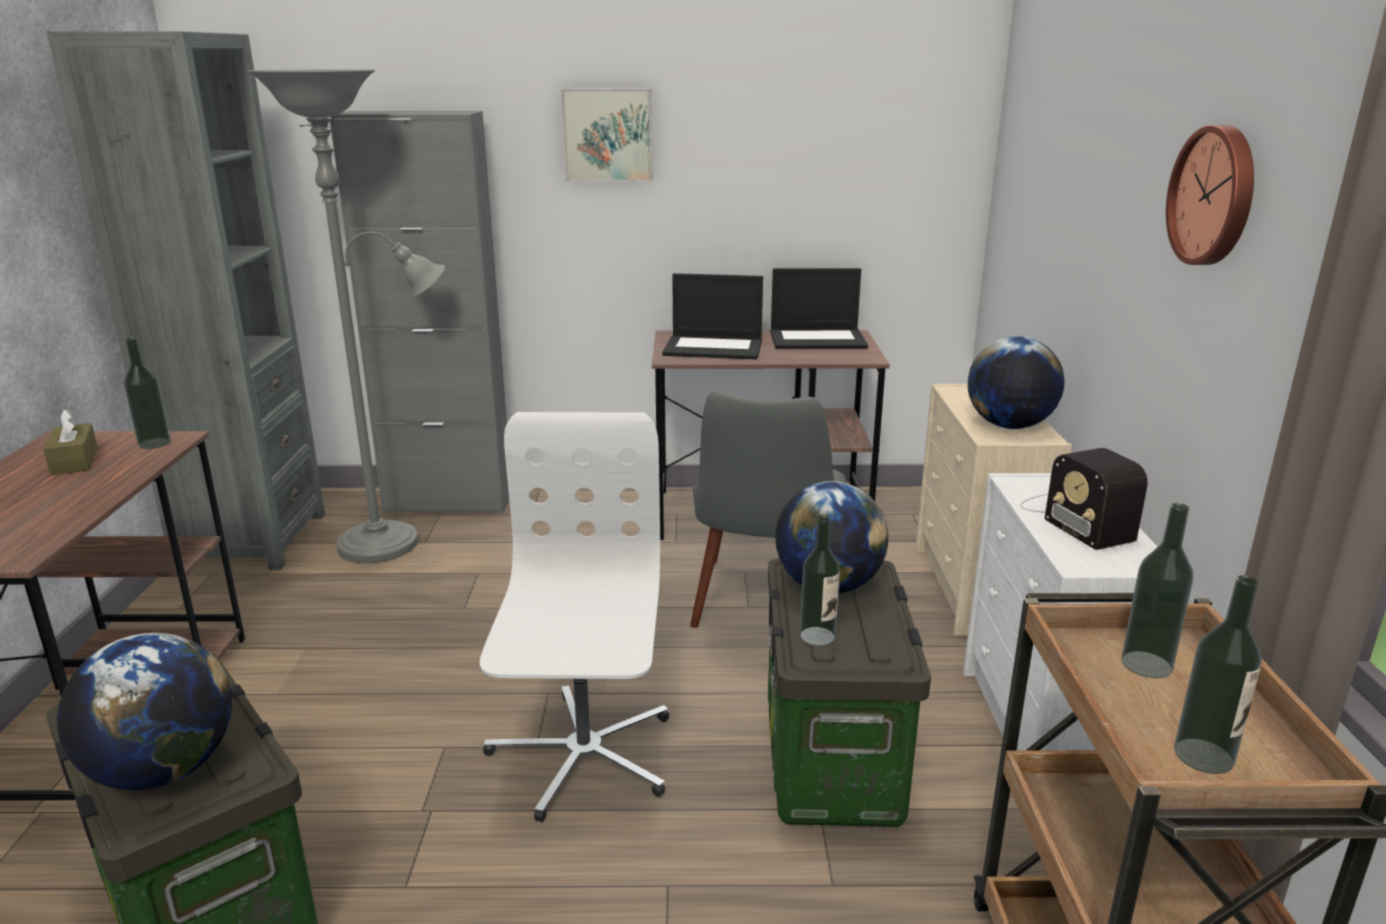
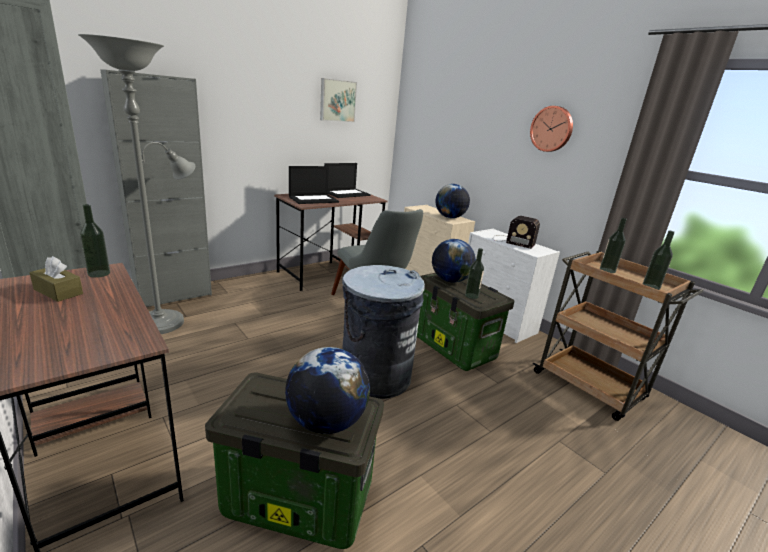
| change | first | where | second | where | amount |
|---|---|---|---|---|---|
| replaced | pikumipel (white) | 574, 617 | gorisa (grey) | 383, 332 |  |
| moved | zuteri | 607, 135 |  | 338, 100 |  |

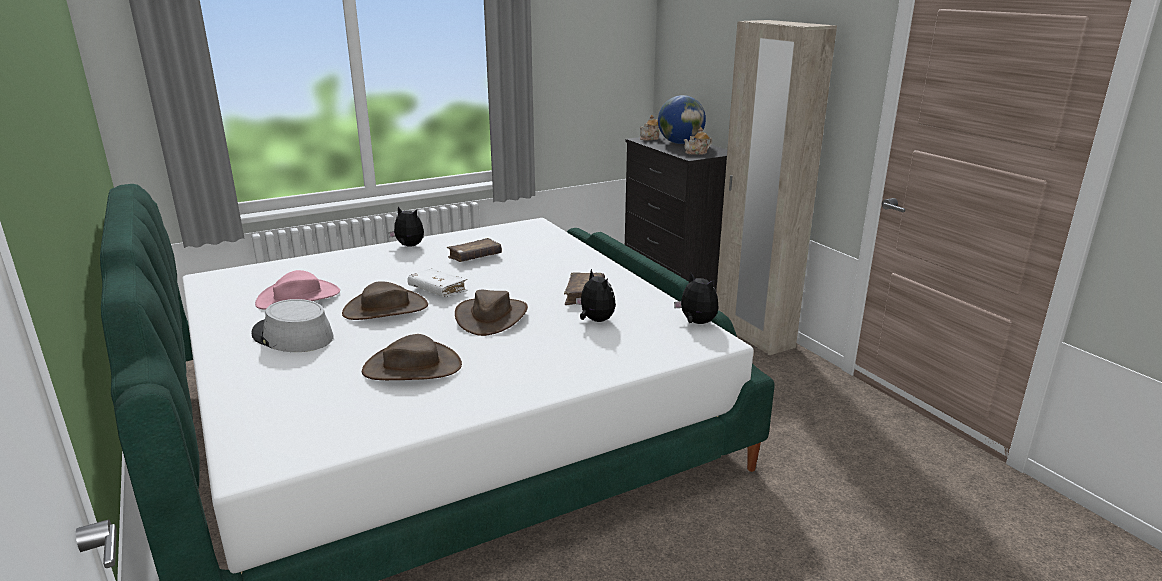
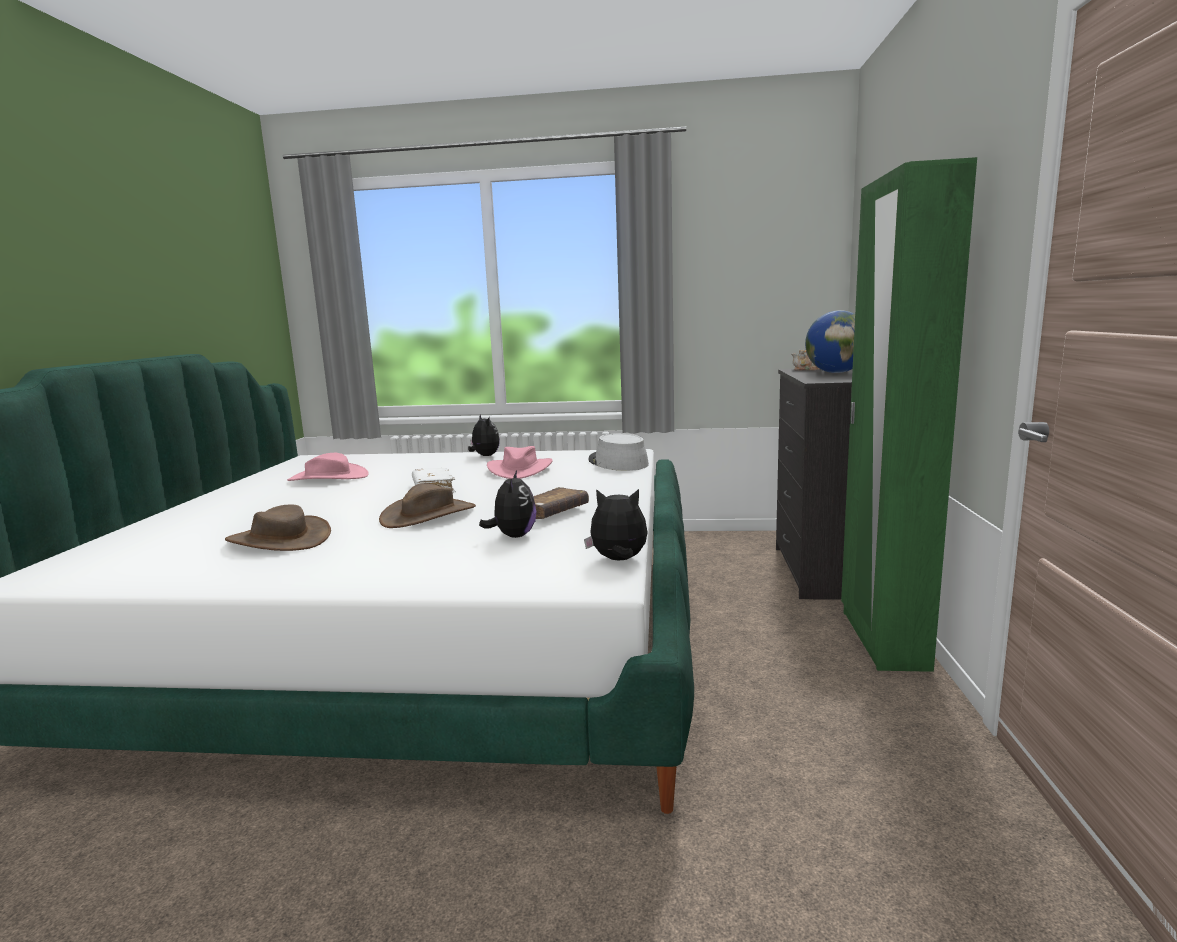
| change | first | where | second | where | amount |
|---|---|---|---|---|---|
| moved | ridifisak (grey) | 292, 325 |  | 618, 452 |  |
| removed | ridifisak (brown) | 385, 300 |  |  |  |
| replaced | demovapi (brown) | 474, 250 | ridifisak (pink) | 520, 462 |  |
| turned | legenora | 696, 298 |  | 616, 524 | 75 degrees counterclockwise |
| removed | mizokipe | 698, 141 |  |  |  |
| recoloured | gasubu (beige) | 776, 187 | gasubu (green) | 909, 414 |  |

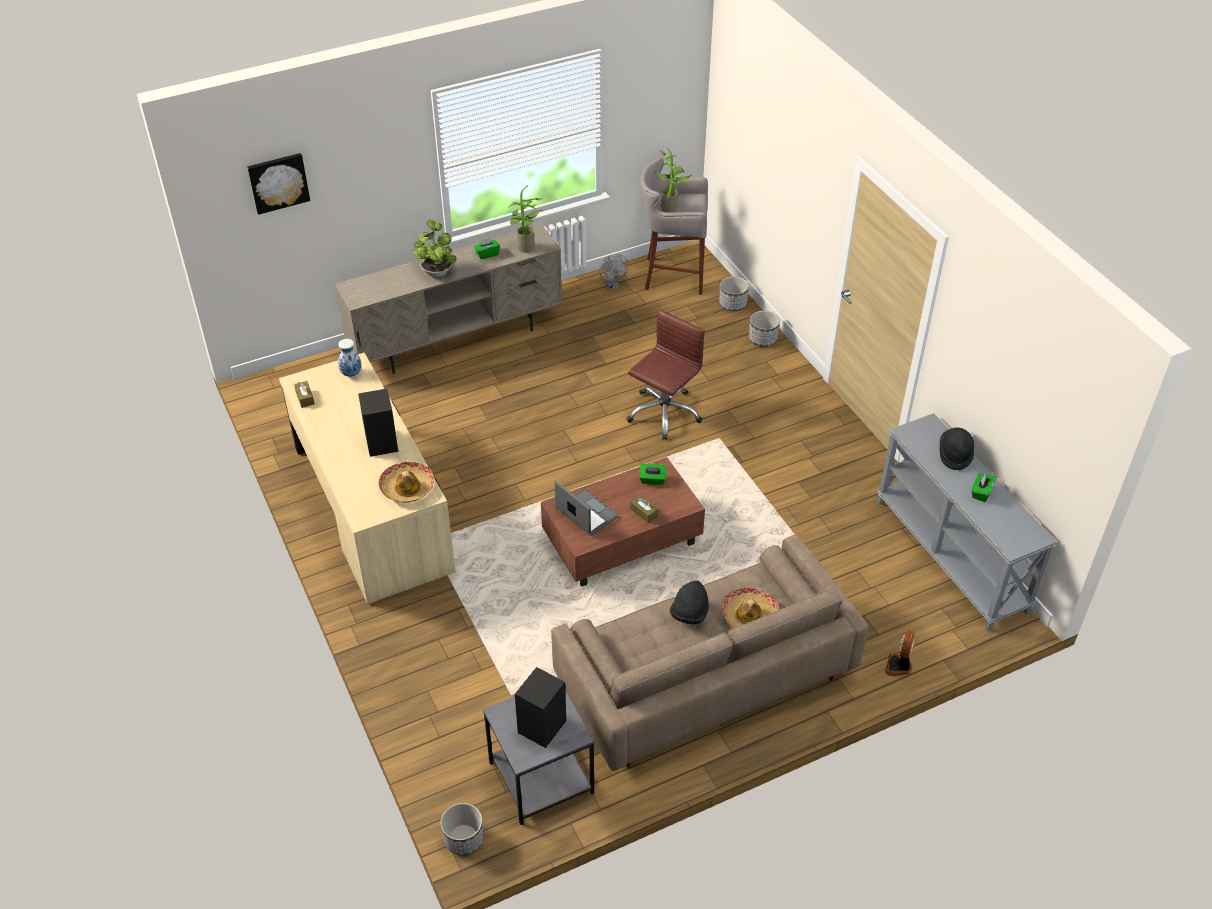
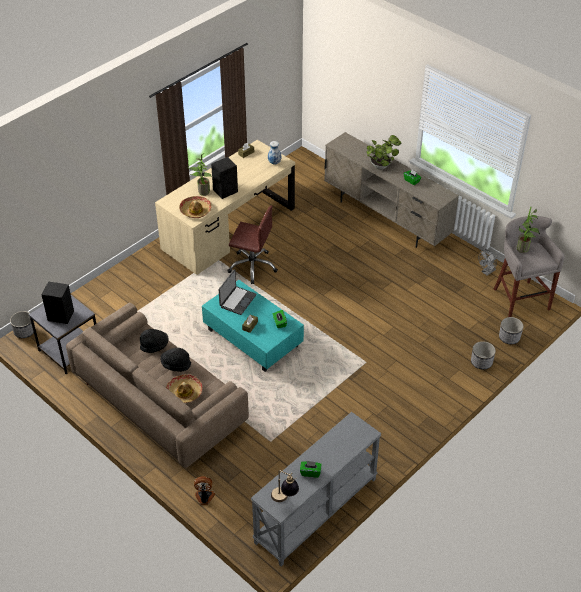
| change | first | where | second | where | amount |
|---|---|---|---|---|---|
| removed | zuteri | 278, 184 |  |  |  |
| moved | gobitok | 527, 219 |  | 200, 174 |  |
| recoloured | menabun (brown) | 623, 522 | menabun (turquoise) | 253, 326 |  |
| moved | pikumipel (brown) | 665, 374 |  | 252, 245 |  |
| moved | ridifisak (black) | 957, 449 |  | 154, 341 |  |
| added |  |  | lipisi | 285, 486 |  |

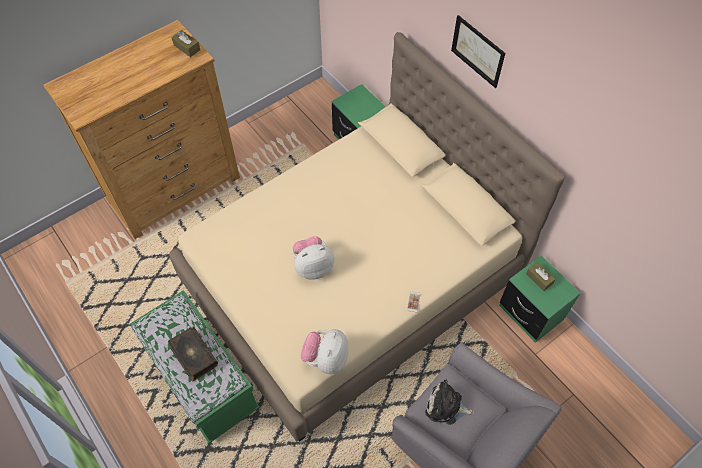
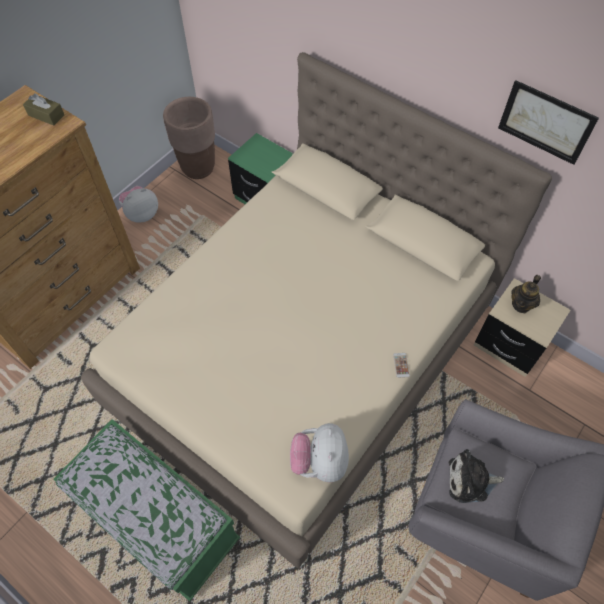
| change | first | where | second | where | amount |
|---|---|---|---|---|---|
| removed | demovapi | 193, 354 |  |  |  |
| moved | legenora | 313, 258 |  | 138, 204 |  |
| moved | zuteri | 478, 51 |  | 548, 122 |  |
| recoloured | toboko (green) | 540, 299 | toboko (beige) | 522, 327 |  |
| replaced | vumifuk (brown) | 541, 276 | mizokipe | 526, 294 |  |
| added |  |  | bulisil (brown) | 189, 138 |  |

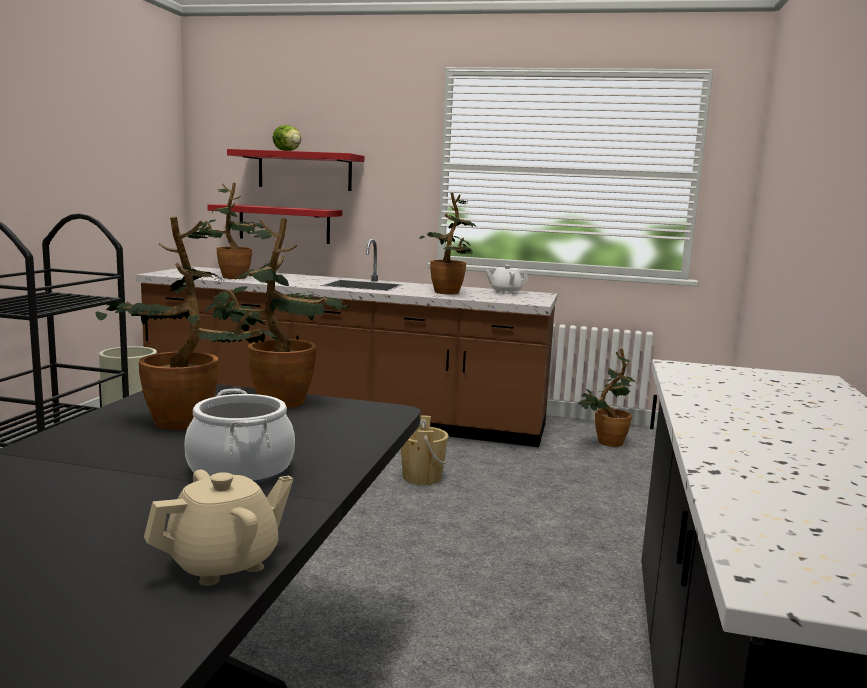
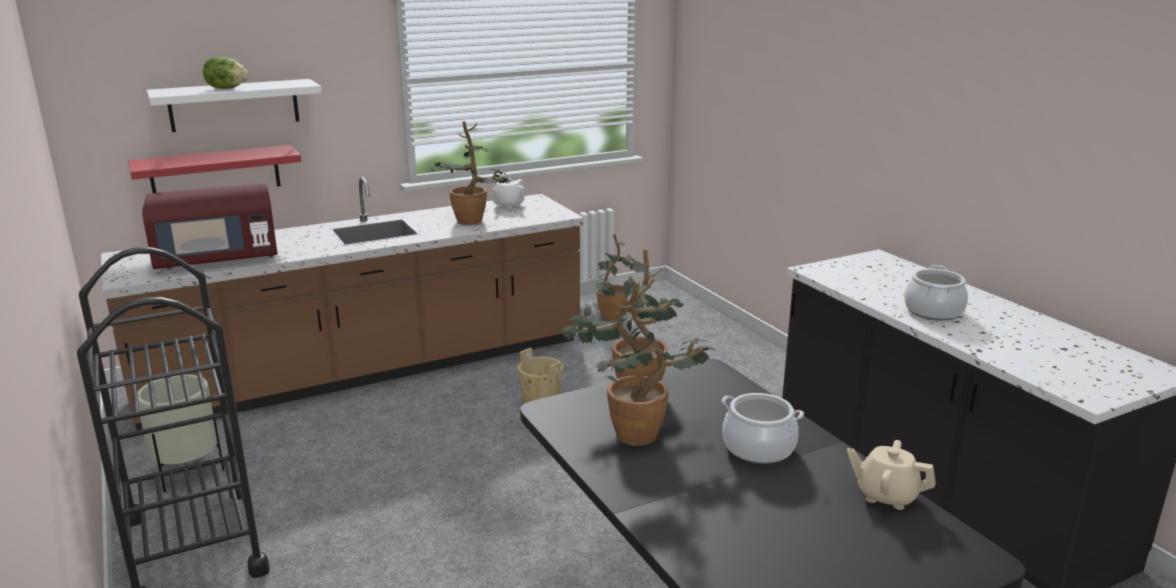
| change | first | where | second | where | amount |
|---|---|---|---|---|---|
| turned | mizokipe (beige) | 218, 528 |  | 891, 475 | 75 degrees counterclockwise |
| replaced | gobitok | 232, 231 | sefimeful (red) | 210, 226 |  |
| recoloured | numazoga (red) | 295, 170 | numazoga (white) | 234, 105 |  |
| added |  |  | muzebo | 936, 293 |  |

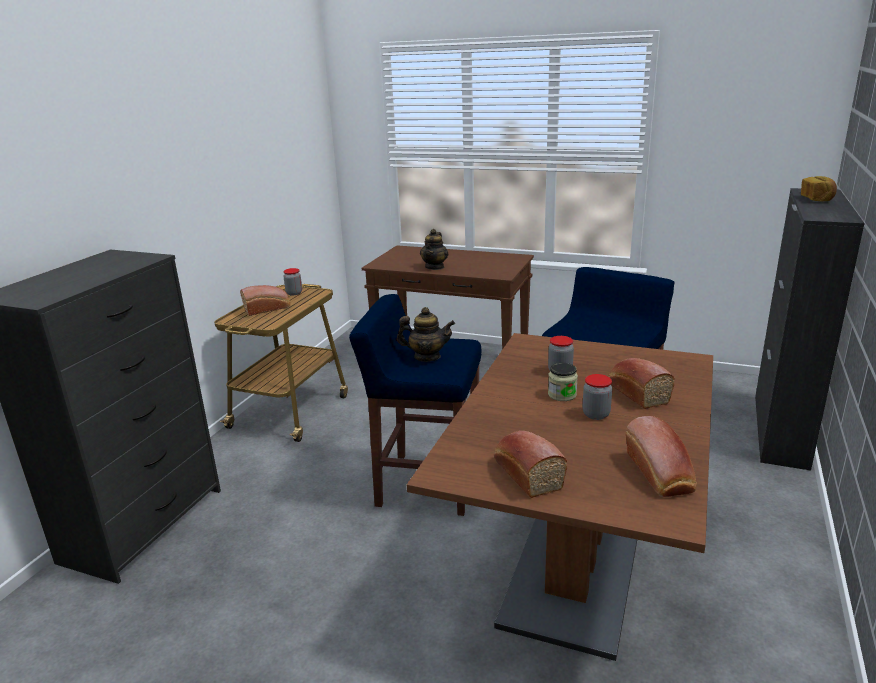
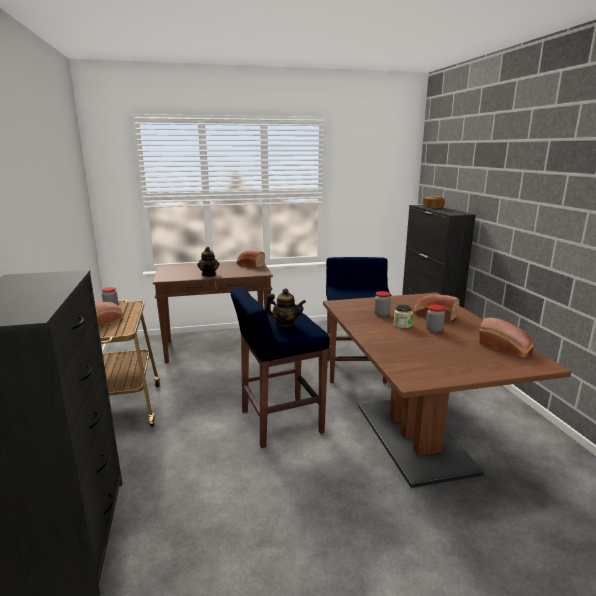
| change | first | where | second | where | amount |
|---|---|---|---|---|---|
| turned | mizokipe | 426, 334 |  | 285, 308 | 45 degrees clockwise |
| moved | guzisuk | 530, 464 |  | 251, 259 |  |

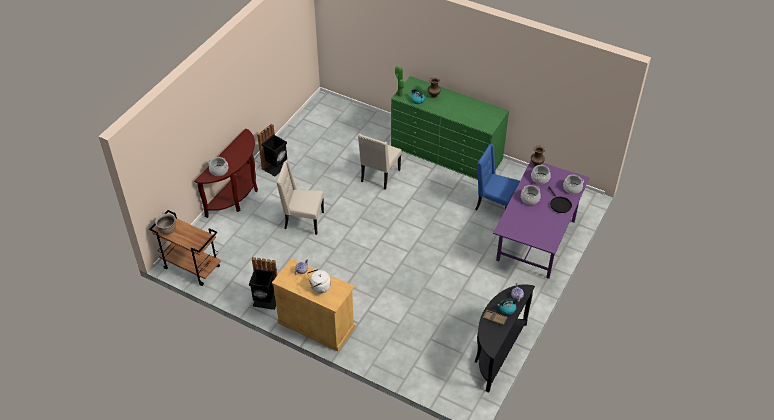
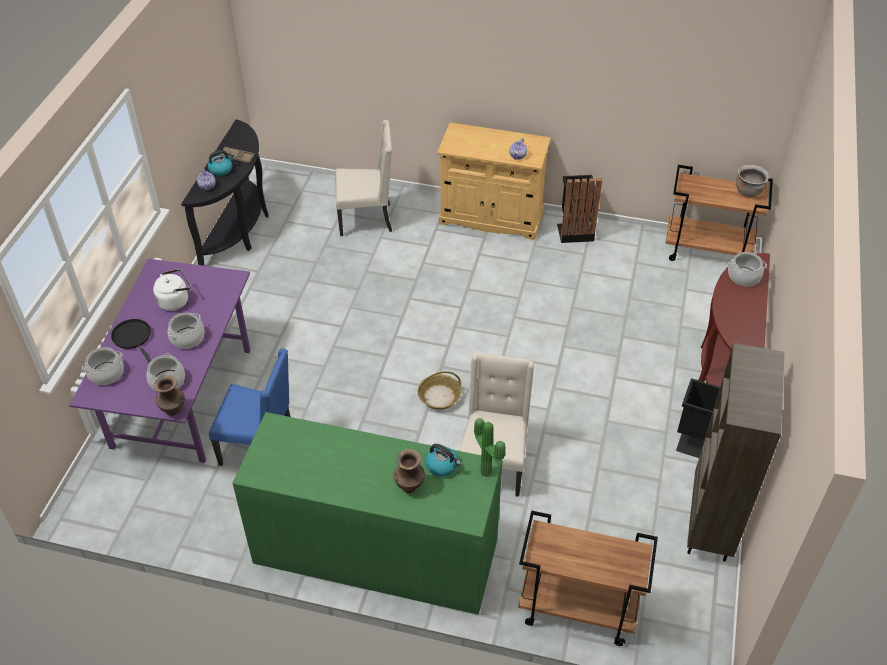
| change | first | where | second | where | amount |
|---|---|---|---|---|---|
| moved | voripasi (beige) | 300, 198 |  | 363, 178 |  |
| moved | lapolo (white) | 319, 281 |  | 172, 290 |  |
| added |  |  | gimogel | 439, 390 |  |
| added |  |  | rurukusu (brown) | 588, 578 |  |
| added |  |  | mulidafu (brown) | 735, 452 |  |

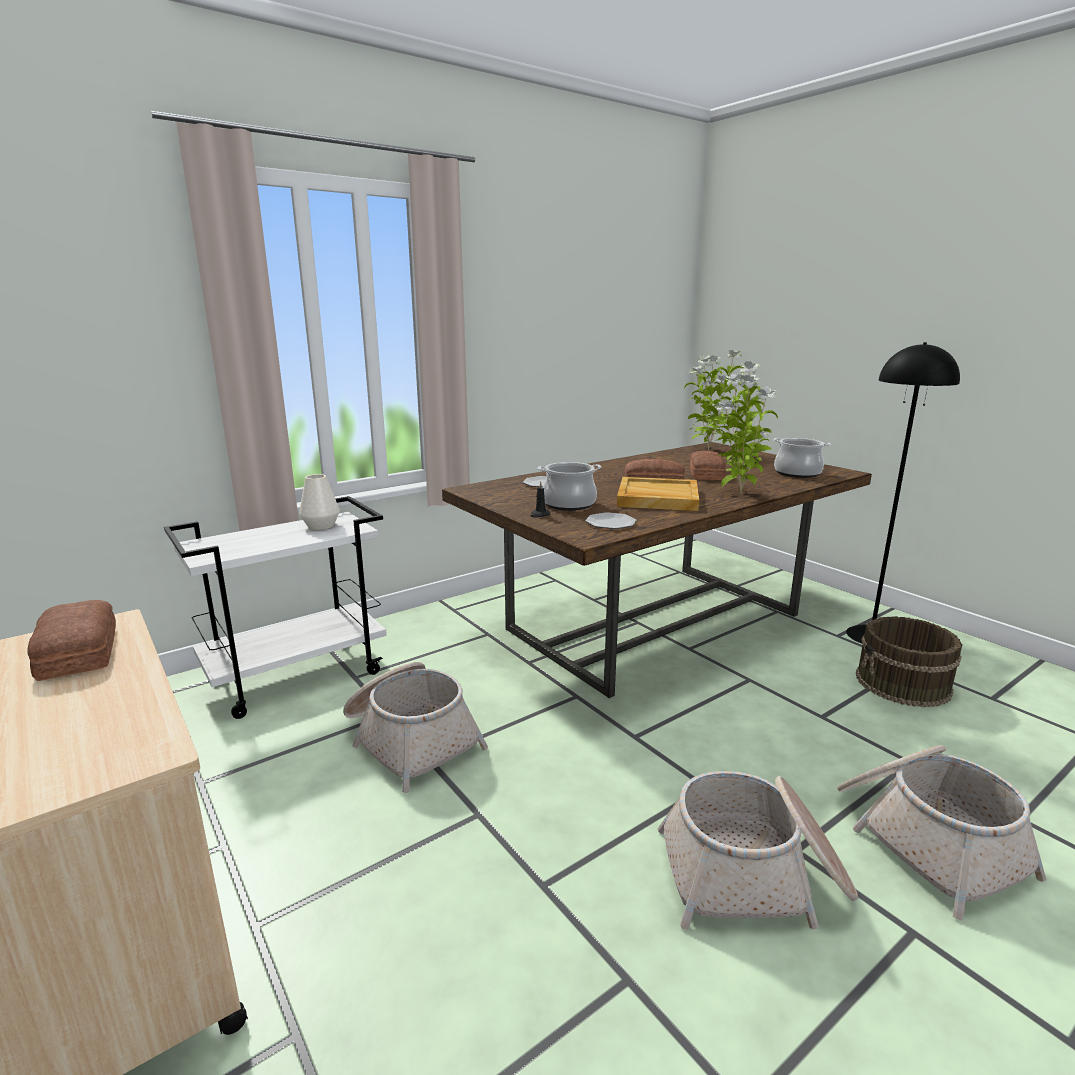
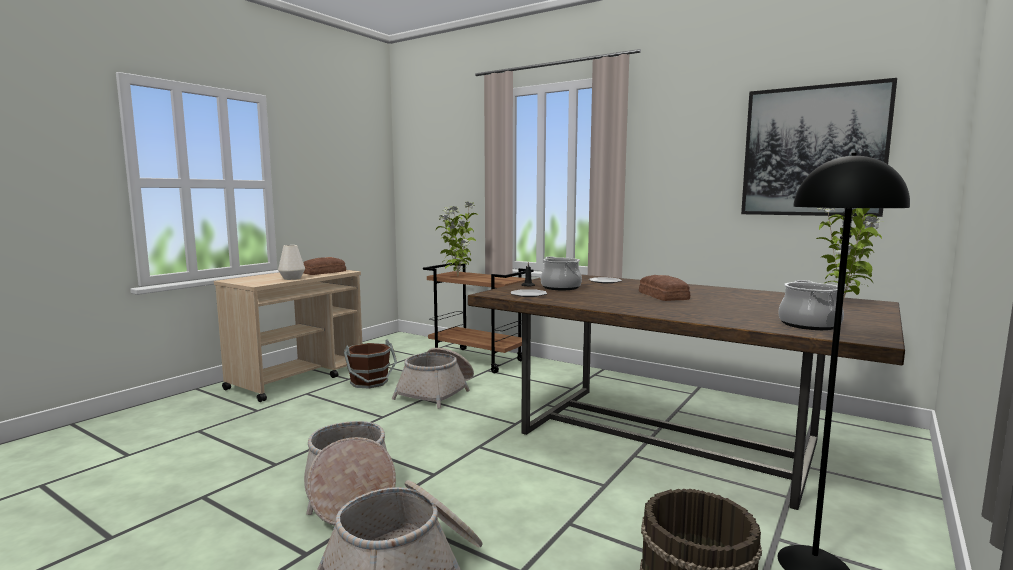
| change | first | where | second | where | amount |
|---|---|---|---|---|---|
| recoloured | rurukusu (white) | 275, 607 | rurukusu (brown) | 478, 318 |  |
| moved | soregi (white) | 319, 502 |  | 291, 262 |  |
| removed | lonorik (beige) | 658, 494 |  |  |  |
| removed | guzisuk | 708, 465 |  |  |  |
| moved | gobitok | 745, 427 |  | 457, 238 |  |
| added |  |  | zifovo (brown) | 370, 364 |  |
| added |  |  | zuteri | 819, 147 |  |

